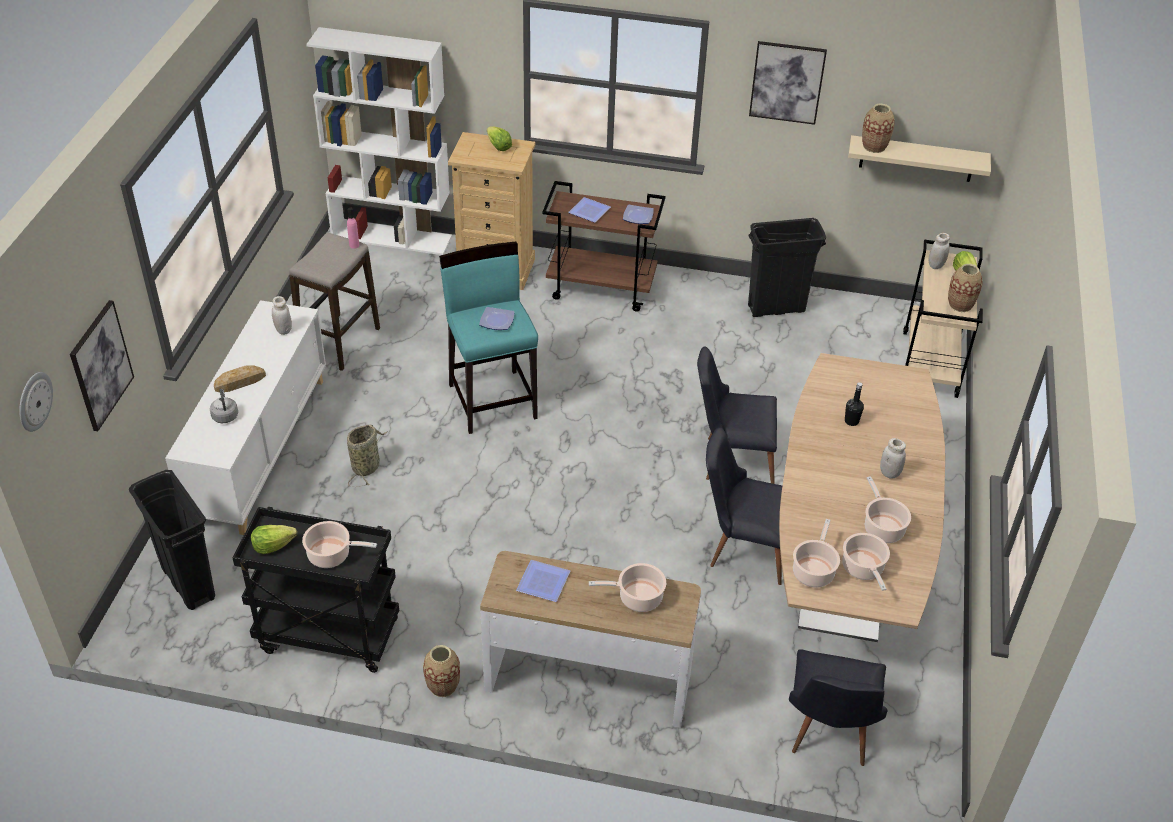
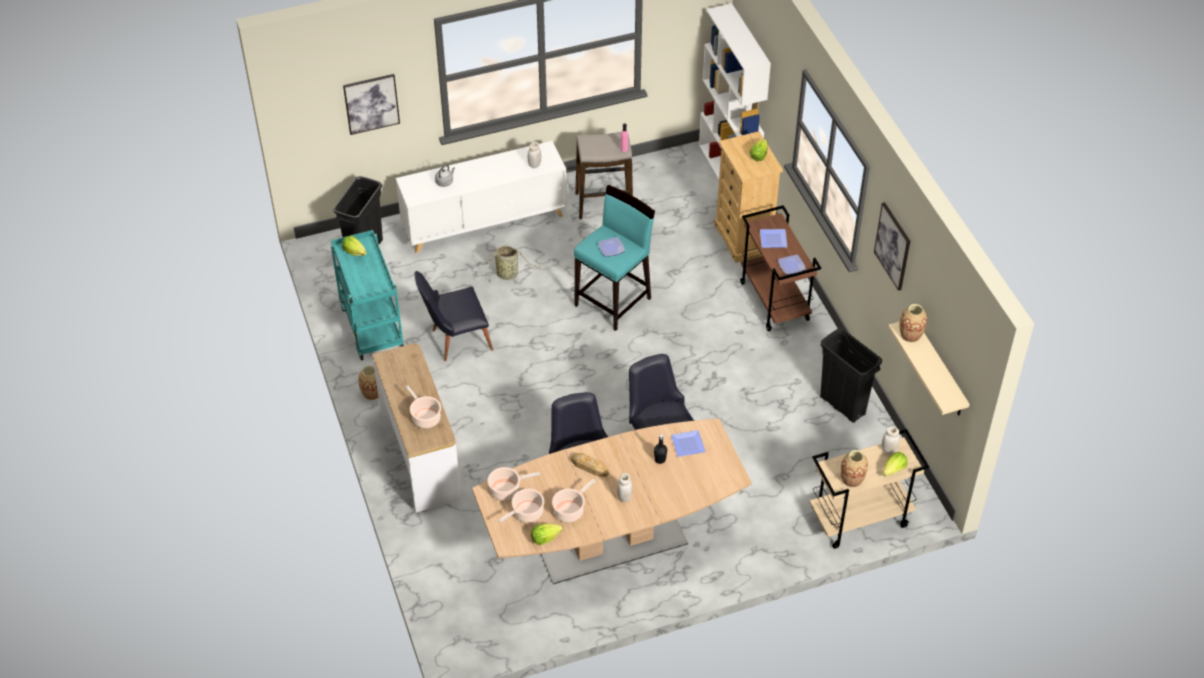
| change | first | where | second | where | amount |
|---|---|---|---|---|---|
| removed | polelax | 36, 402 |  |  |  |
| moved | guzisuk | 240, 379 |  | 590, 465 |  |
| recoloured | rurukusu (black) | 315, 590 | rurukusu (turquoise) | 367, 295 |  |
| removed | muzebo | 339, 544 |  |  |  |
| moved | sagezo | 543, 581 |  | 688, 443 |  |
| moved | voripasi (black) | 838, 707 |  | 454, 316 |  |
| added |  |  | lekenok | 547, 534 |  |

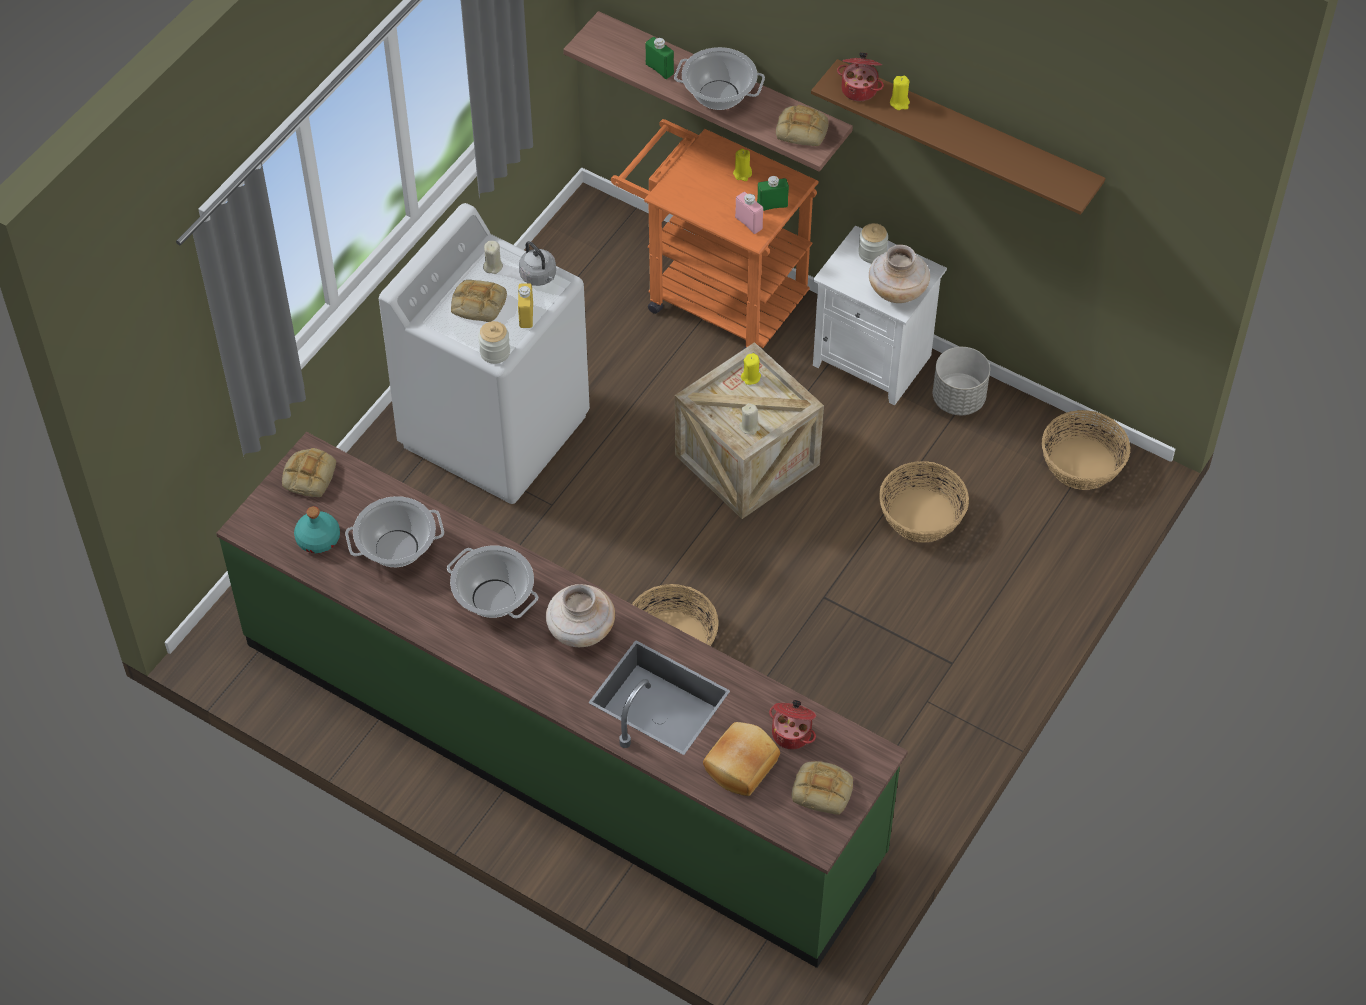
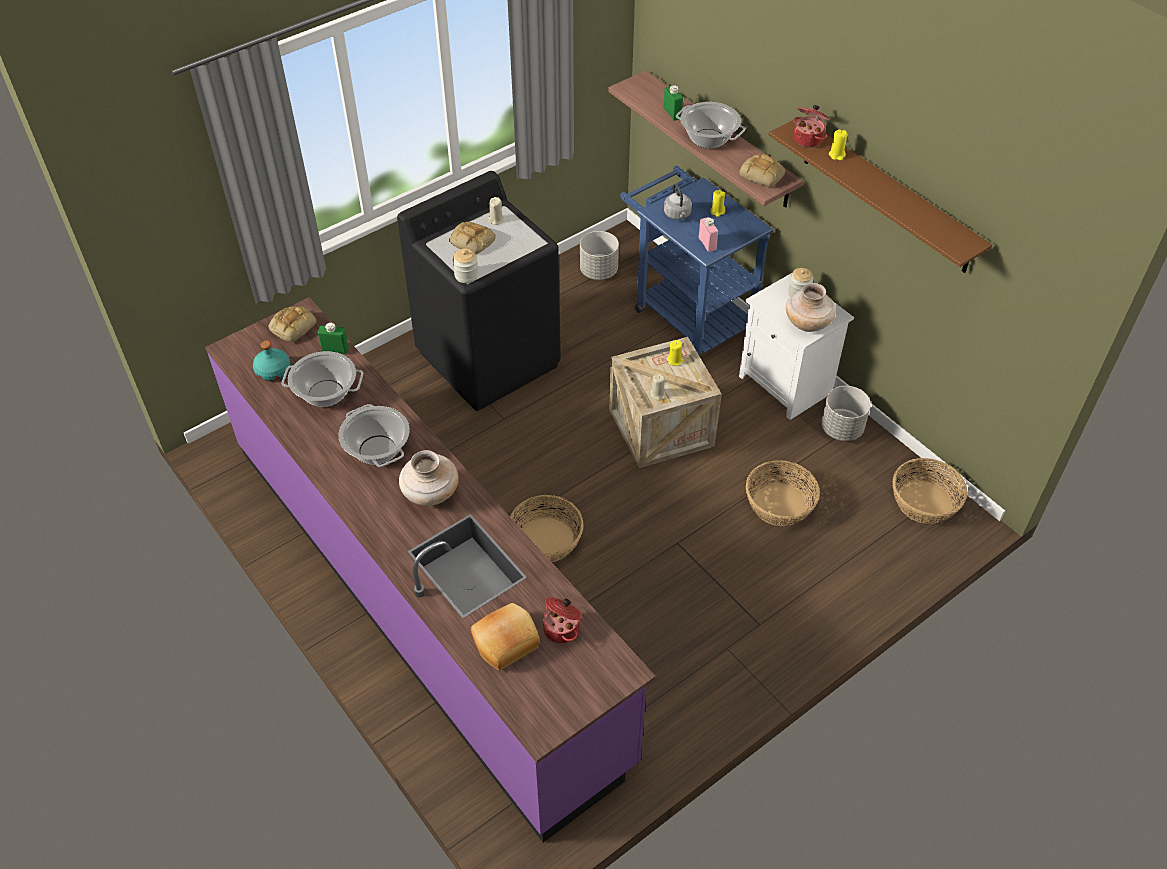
| change | first | where | second | where | amount |
|---|---|---|---|---|---|
| recoloured | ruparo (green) | 562, 700 | ruparo (purple) | 430, 569 |  |
| recoloured | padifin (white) | 484, 353 | padifin (black) | 479, 291 |  |
| removed | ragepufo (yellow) | 525, 305 |  |  |  |
| moved | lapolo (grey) | 537, 263 |  | 678, 202 |  |
| recoloured | rurukusu (orange) | 715, 234 | rurukusu (blue) | 696, 261 |  |
| moved | ragepufo (green) | 773, 193 |  | 333, 338 |  |
| removed | guzisuk | 822, 787 |  |  |  |
| added |  |  | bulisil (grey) | 599, 255 |  |

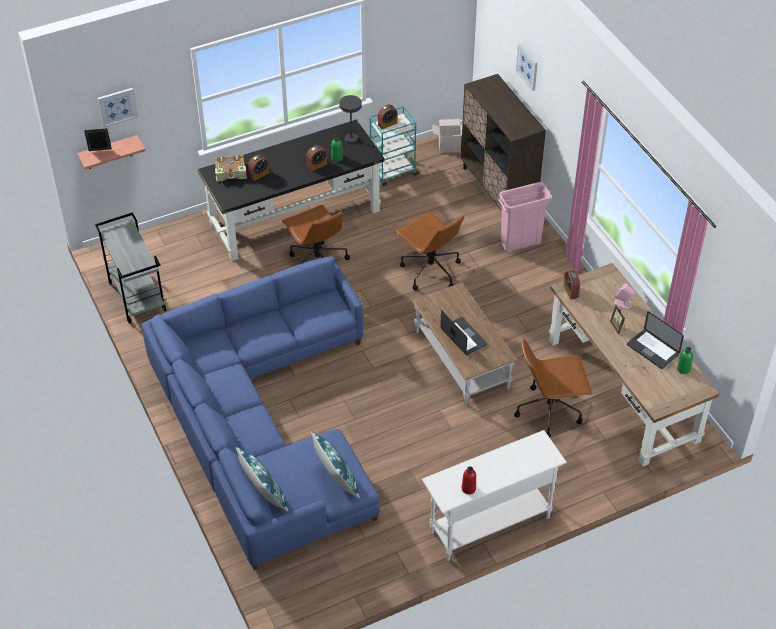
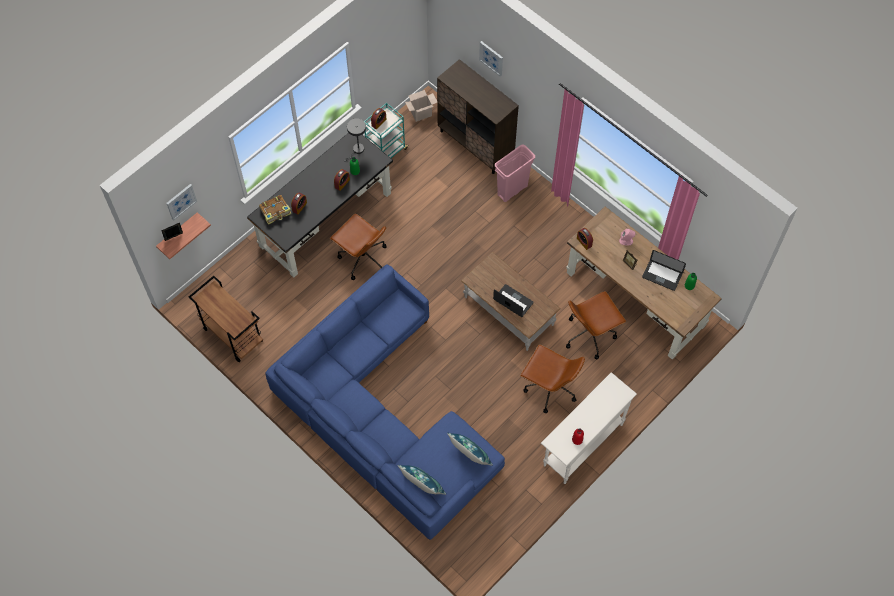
| change | first | where | second | where | amount |
|---|---|---|---|---|---|
| recoloured | rurukusu (grey) | 130, 268 | rurukusu (brown) | 226, 319 |  |
| moved | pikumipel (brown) | 429, 251 |  | 552, 378 |  |

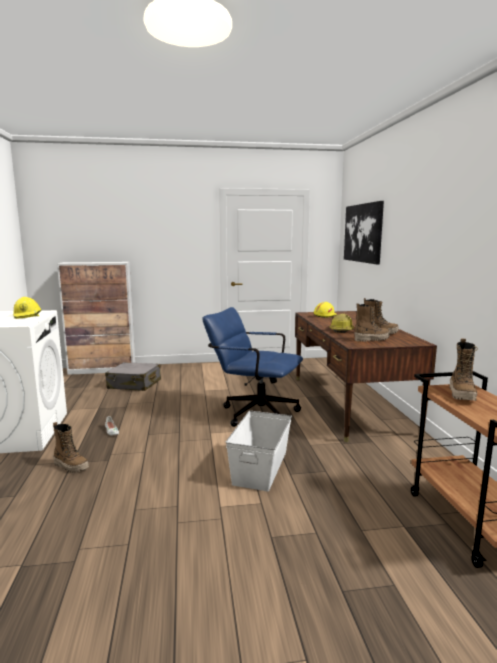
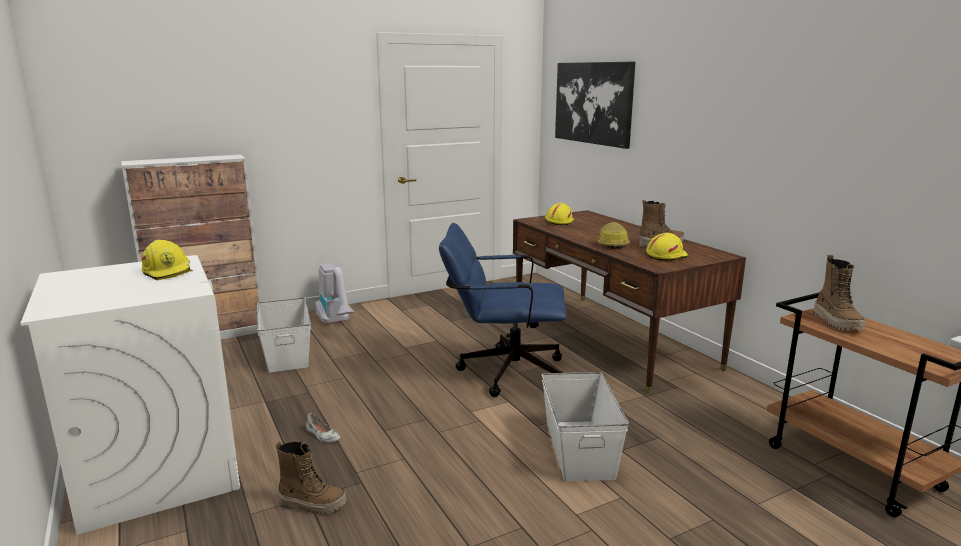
| change | first | where | second | where | amount |
|---|---|---|---|---|---|
| replaced | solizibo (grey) | 133, 376 | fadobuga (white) | 284, 335 |  |
| replaced | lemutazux | 372, 323 | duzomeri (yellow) | 667, 247 |  |
| added |  |  | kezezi | 335, 293 |  |

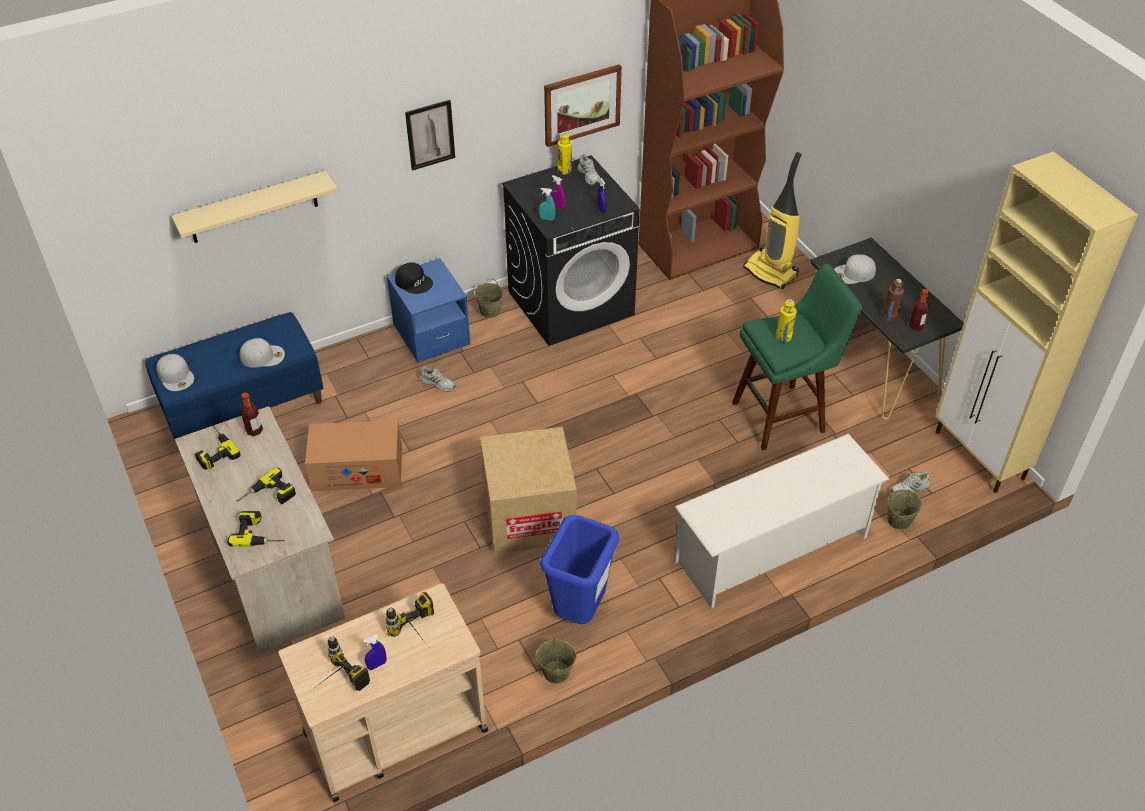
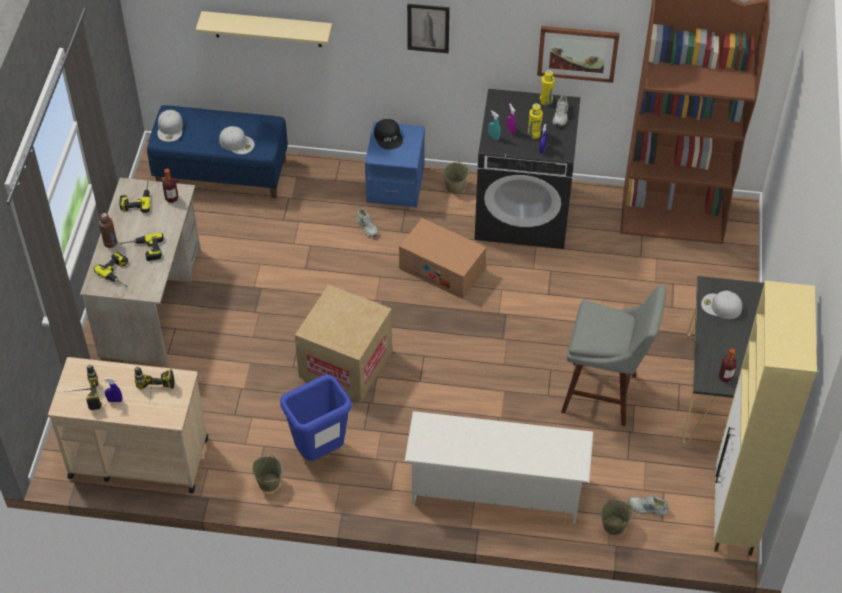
| change | first | where | second | where | amount |
|---|---|---|---|---|---|
| moved | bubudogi | 353, 455 |  | 442, 258 |  |
| recoloured | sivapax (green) | 797, 357 | sivapax (grey) | 613, 355 |  |
| removed | kezezi | 772, 221 |  |  |  |
| moved | ragepufo (yellow) | 786, 321 |  | 535, 121 |  |
| moved | ragepufo (brown) | 893, 300 |  | 108, 230 |  |

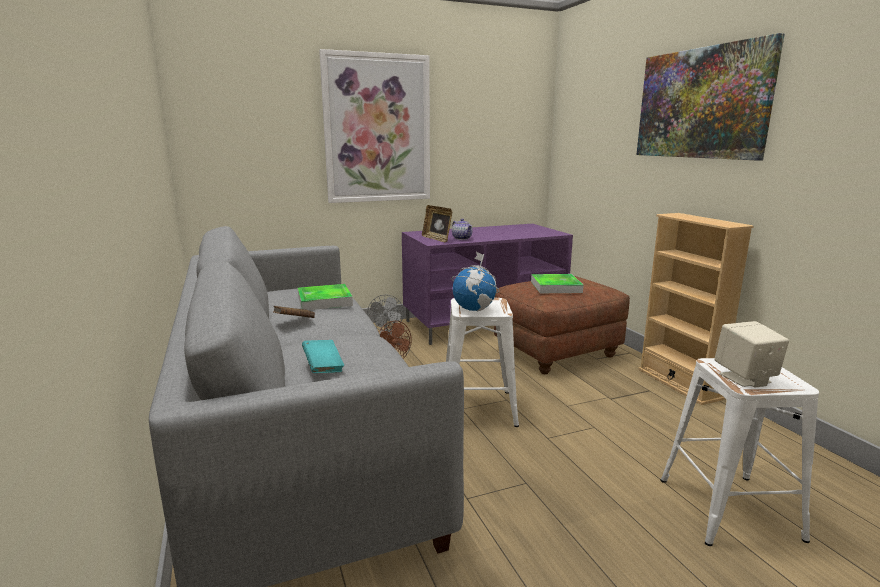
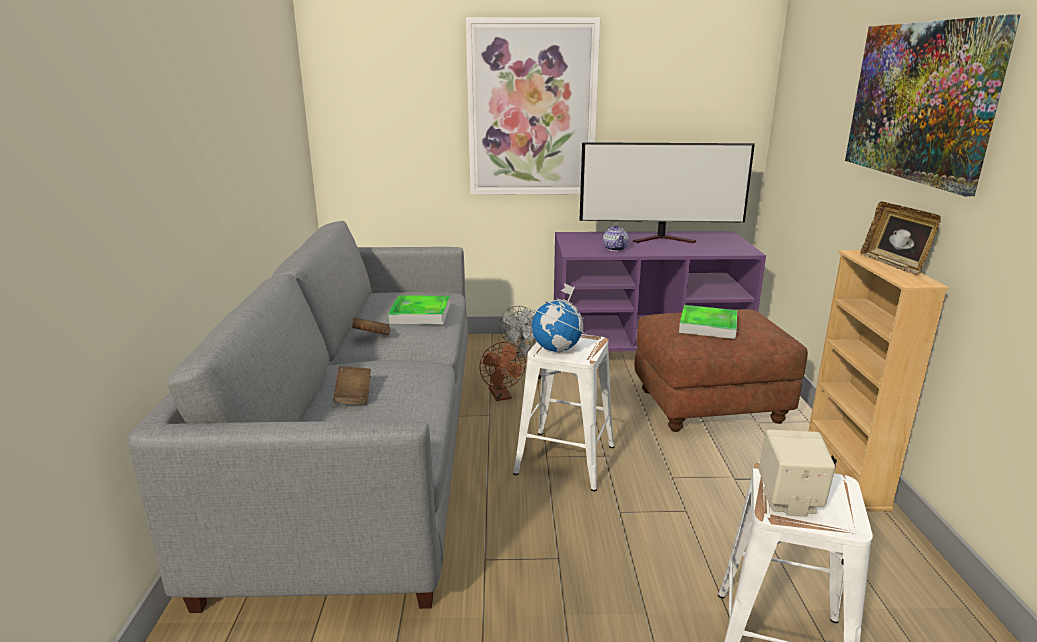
| change | first | where | second | where | amount |
|---|---|---|---|---|---|
| recoloured | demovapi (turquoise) | 323, 356 | demovapi (brown) | 352, 385 |  |
| moved | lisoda | 437, 223 |  | 900, 238 |  |
| added |  |  | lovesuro | 667, 192 |  |

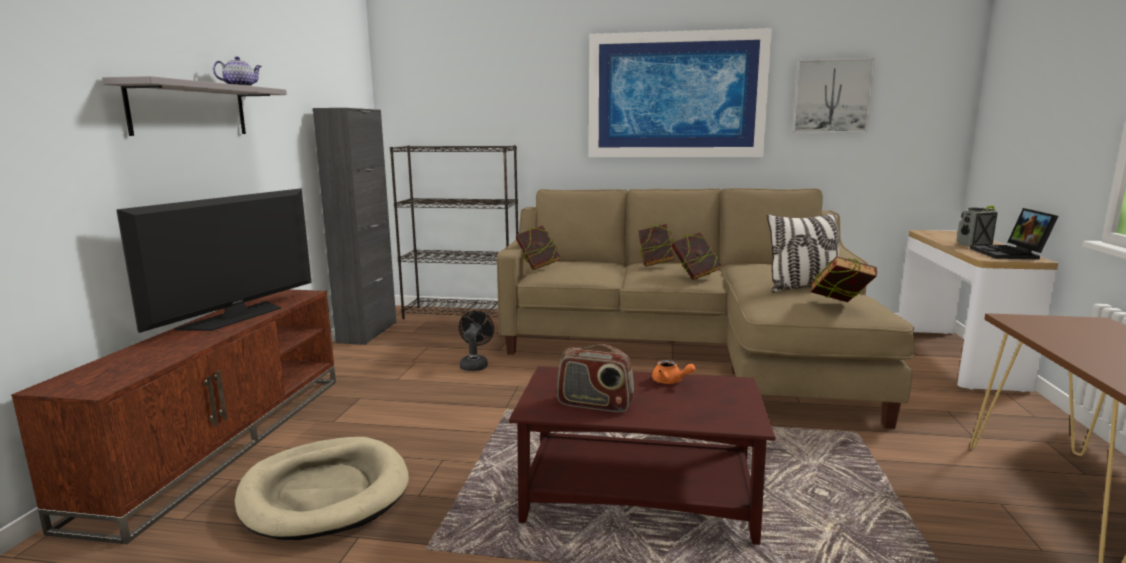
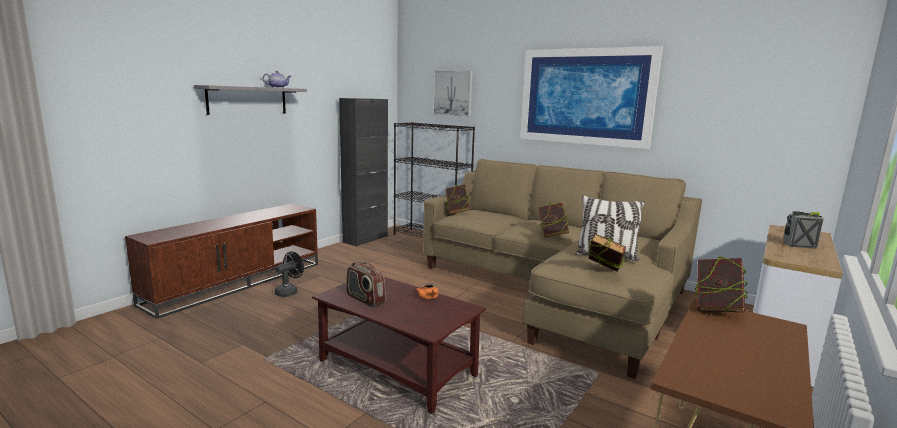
| change | first | where | second | where | amount |
|---|---|---|---|---|---|
| removed | lovesuro | 214, 261 |  |  |  |
| removed | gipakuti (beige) | 322, 488 |  |  |  |
| moved | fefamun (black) | 476, 341 |  | 289, 274 |  |
| moved | demovapi | 656, 245 |  | 721, 284 |  |
| moved | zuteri | 833, 95 |  | 453, 93 |  |
| removed | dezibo | 1014, 233 |  |  |  |

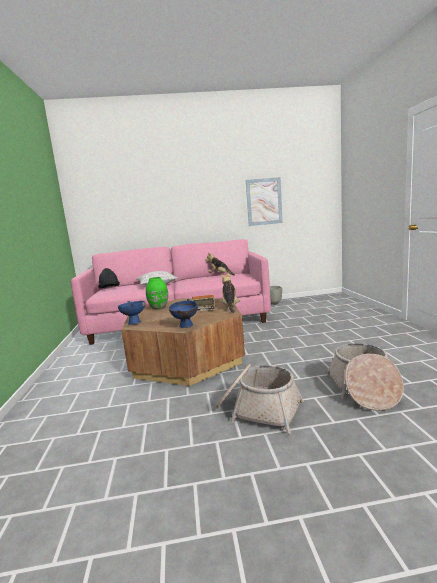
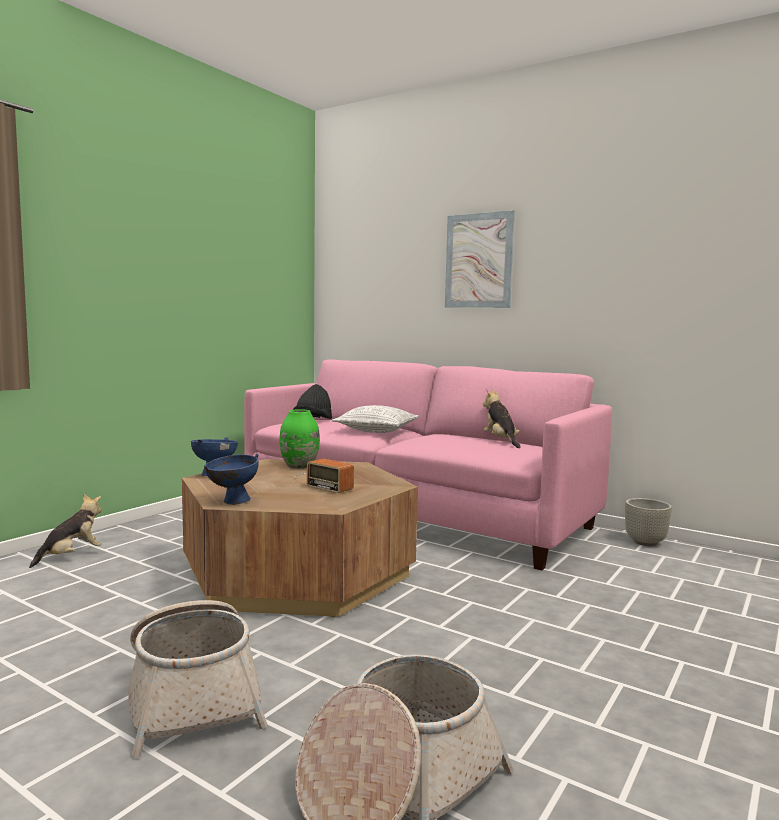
| change | first | where | second | where | amount |
|---|---|---|---|---|---|
| moved | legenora | 231, 293 |  | 65, 531 |  |
| moved | zuteri | 264, 201 |  | 480, 259 |  |

